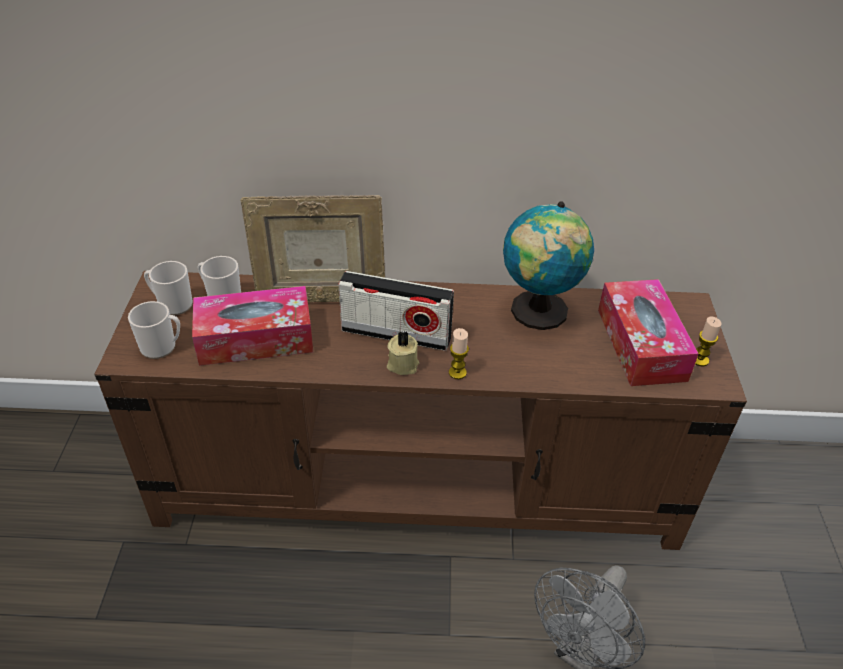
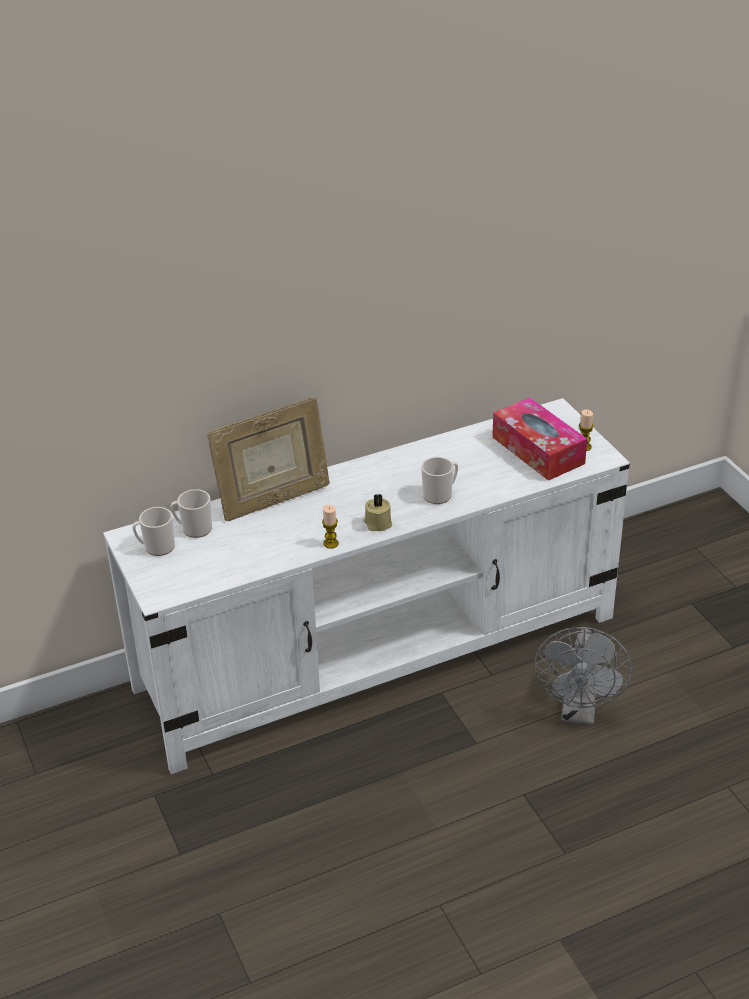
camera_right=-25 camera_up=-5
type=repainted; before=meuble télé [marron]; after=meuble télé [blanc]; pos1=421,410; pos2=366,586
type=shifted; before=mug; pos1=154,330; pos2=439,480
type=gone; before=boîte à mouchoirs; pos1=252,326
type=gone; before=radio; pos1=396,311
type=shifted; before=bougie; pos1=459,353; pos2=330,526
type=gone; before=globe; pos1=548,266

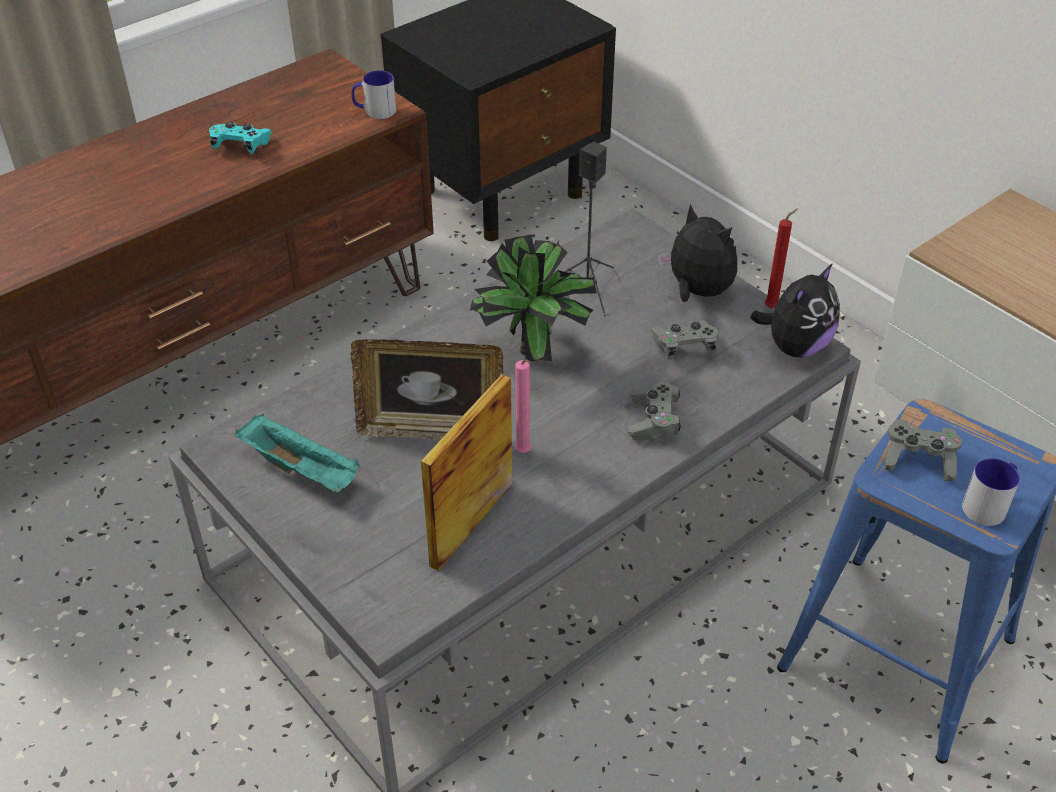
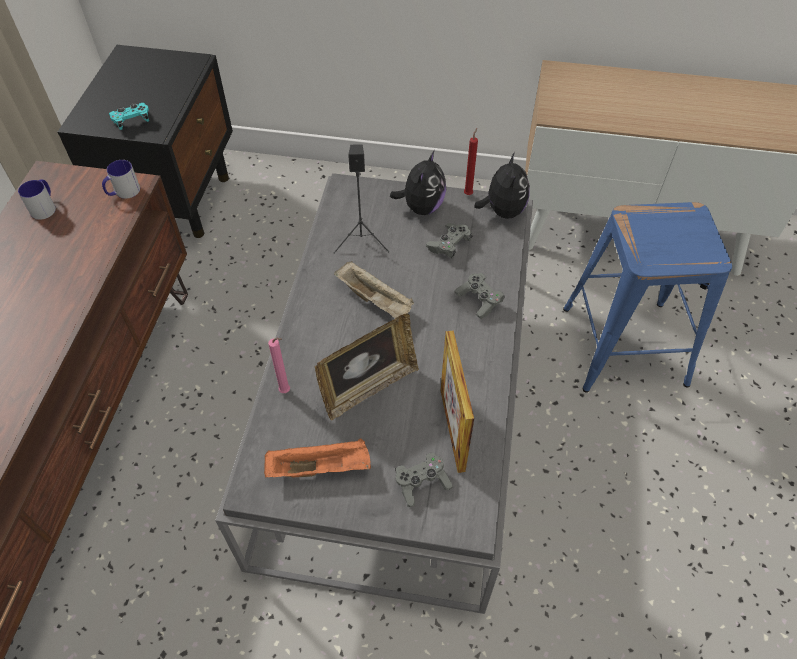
camera_right=-40 camera_up=10
type=shifted; before=manette [turquoise]; pos1=240,137; pos2=129,116
type=repainted; before=plateau [turquoise]; after=plateau [orange]; pos1=297,453; pos2=317,458
type=swapped; before=plante en pot; after=plateau [beige]; pos1=533,298; pos2=374,289
type=shifted; before=bougie [rose]; pos1=523,406; pos2=279,365
type=rotated; before=peluche; pos1=697,253; pos2=418,182; turn=105
type=shifted; before=manette [gris]; pos1=923,450; pos2=424,479
type=shifted; before=mug; pos1=991,492; pos2=37,199

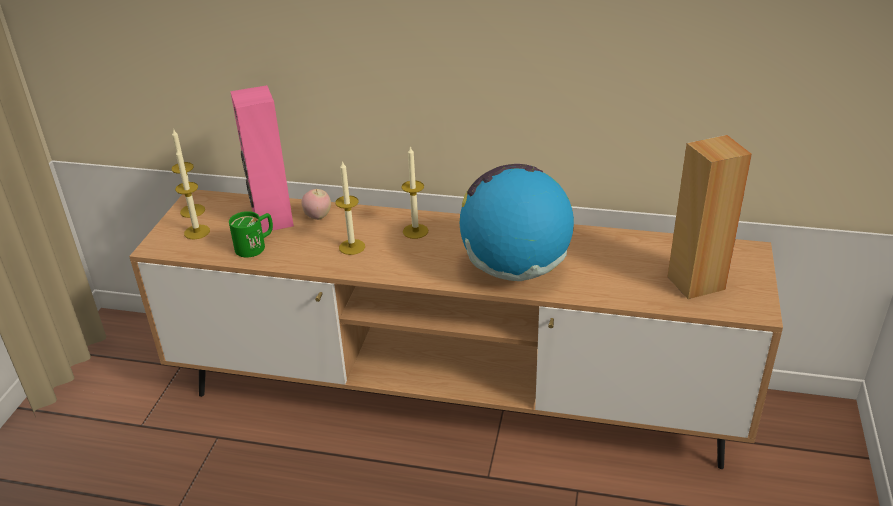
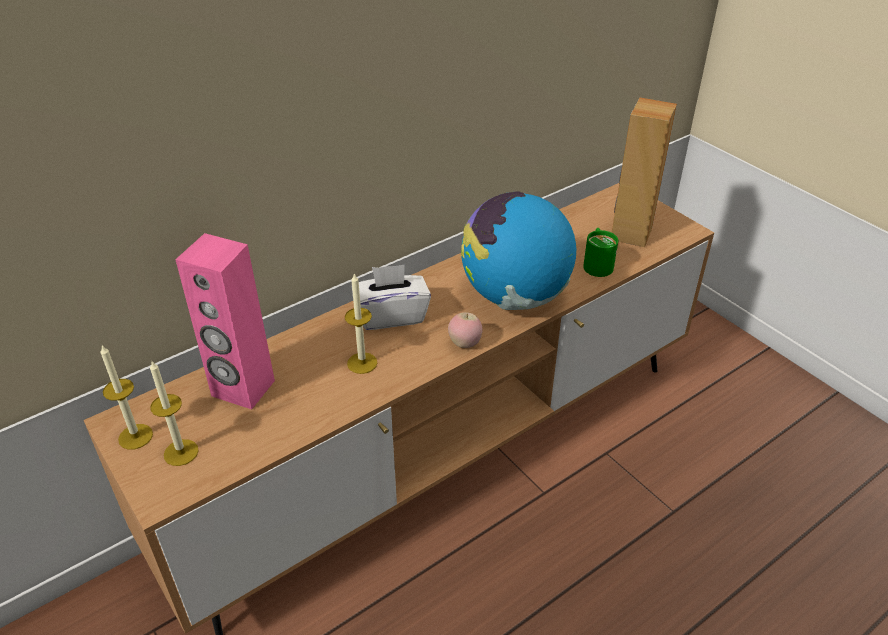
camera_right=-50 camera_up=5
type=shifted; before=mug [vert]; pos1=251,234; pos2=600,252
type=shifted; before=pomme; pos1=316,204; pos2=465,330
type=swapped; before=bougie; after=boîte à mouchoirs [blanc]; pos1=415,192; pos2=395,297

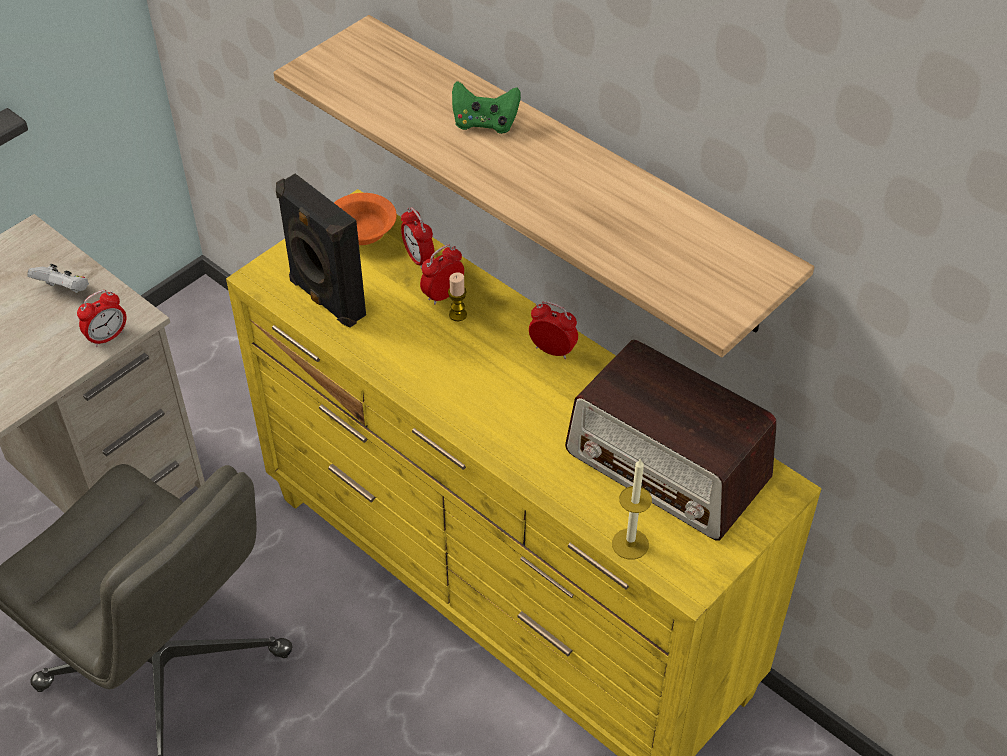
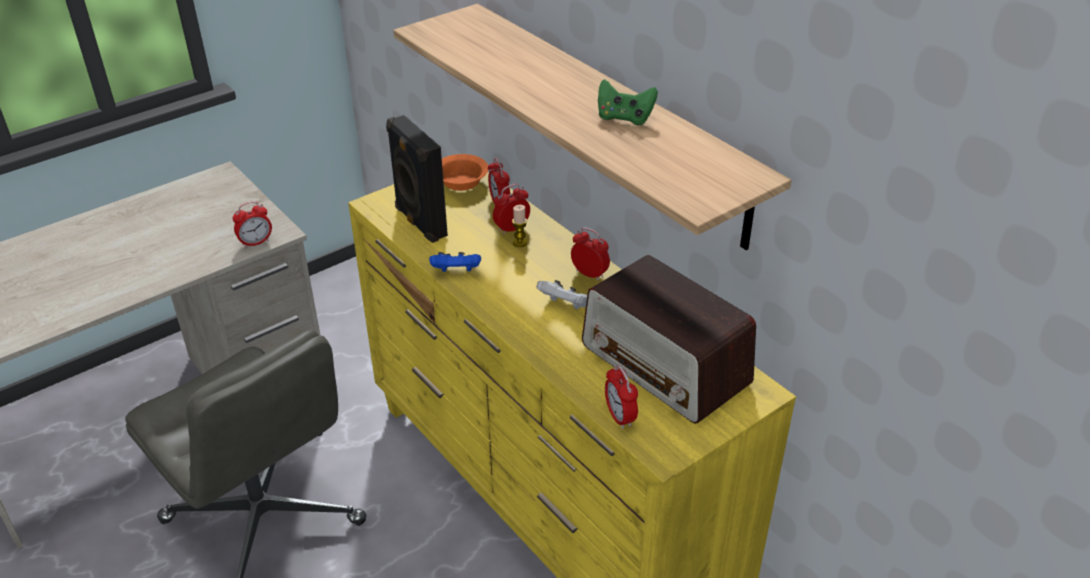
camera_right=10 camera_up=-10
type=shifted; before=manette [blanc]; pos1=58,278; pos2=561,295
type=shifted; before=manette [vert]; pos1=486,107; pos2=628,102
type=swapped; before=bougie; after=réveil; pos1=632,509; pos2=621,397
type=new; after=manette [bleu]; pos2=455,262

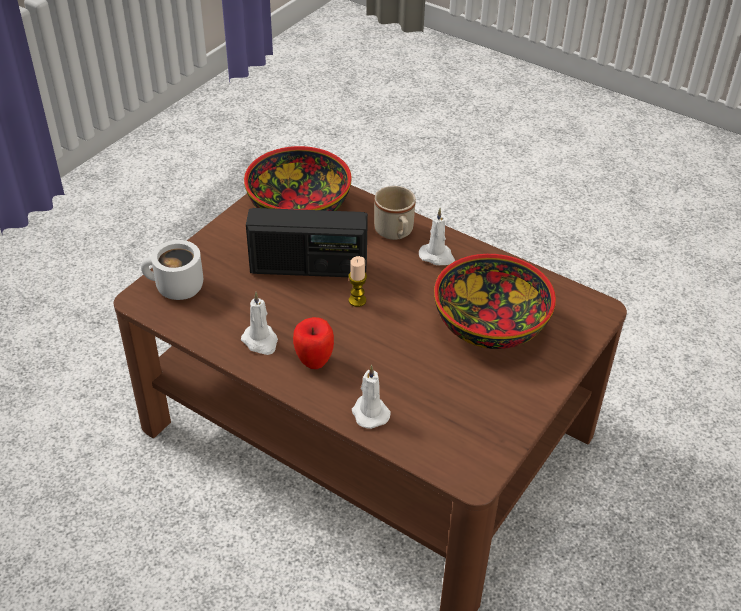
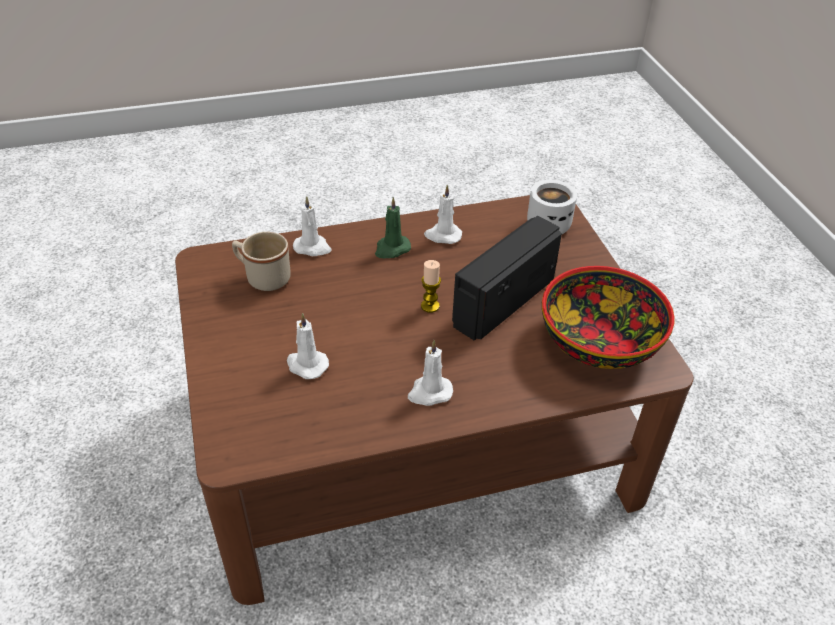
camera_right=130 camera_up=0
type=swapped; before=pomme; after=bougie [vert]; pos1=313,343; pos2=393,227
type=shifted; before=mug [beige]; pos1=395,213; pos2=261,261
type=swapped; before=bol; after=bougie [blanc]; pos1=495,301; pos2=308,346

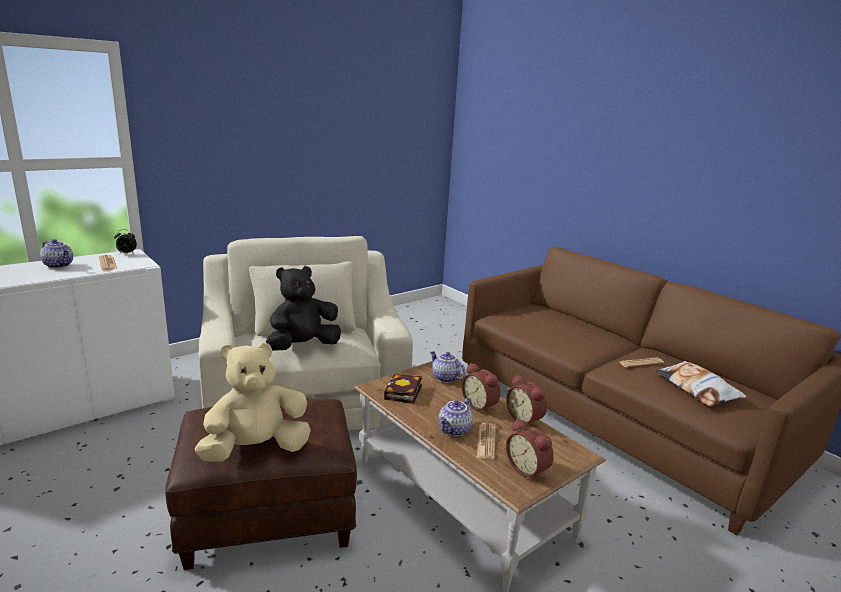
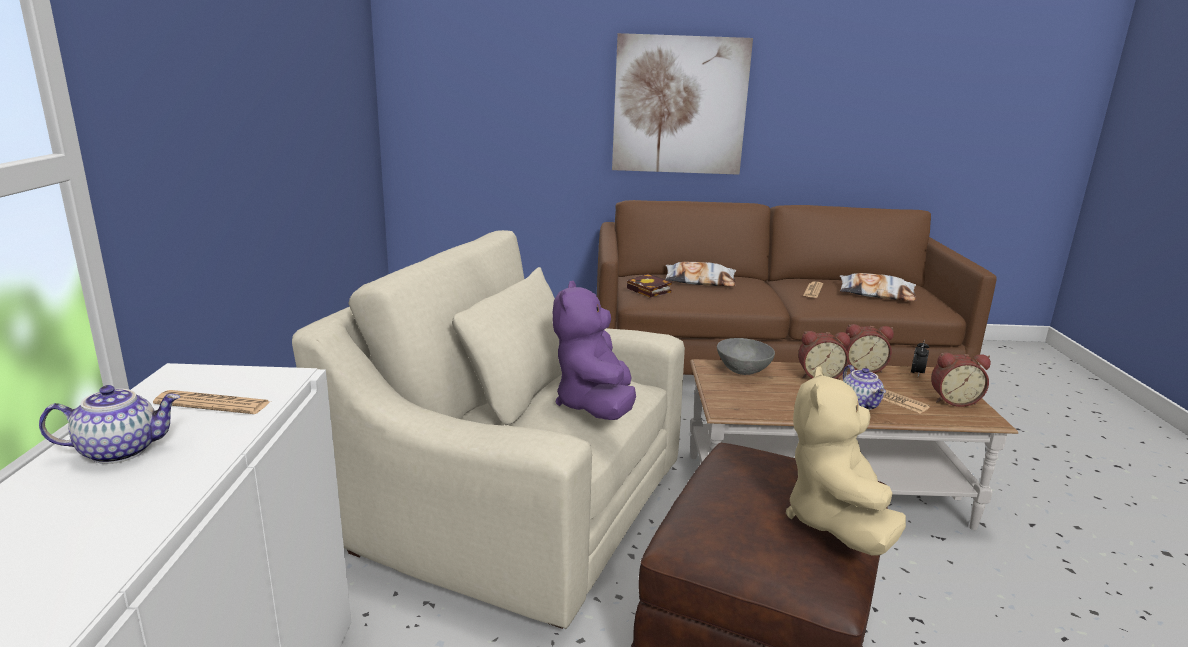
camera_right=-50 camera_up=0
type=shifted; before=réveil; pos1=125,242; pos2=920,358
type=repainted; before=peluche [noir]; after=peluche [violet]; pos1=303,308; pos2=594,350
type=shifted; before=livre; pos1=403,389; pos2=649,285
type=swapped; before=théière; after=bol [gris]; pos1=448,367; pos2=746,356
type=new; after=tableau; pos2=682,104
type=new; after=coussin; pos2=700,274

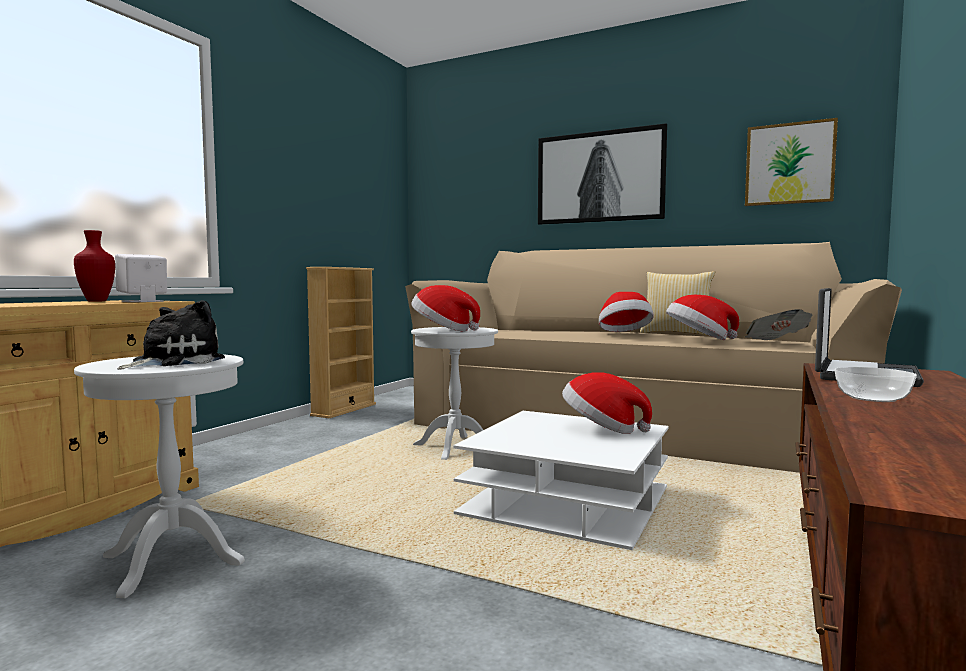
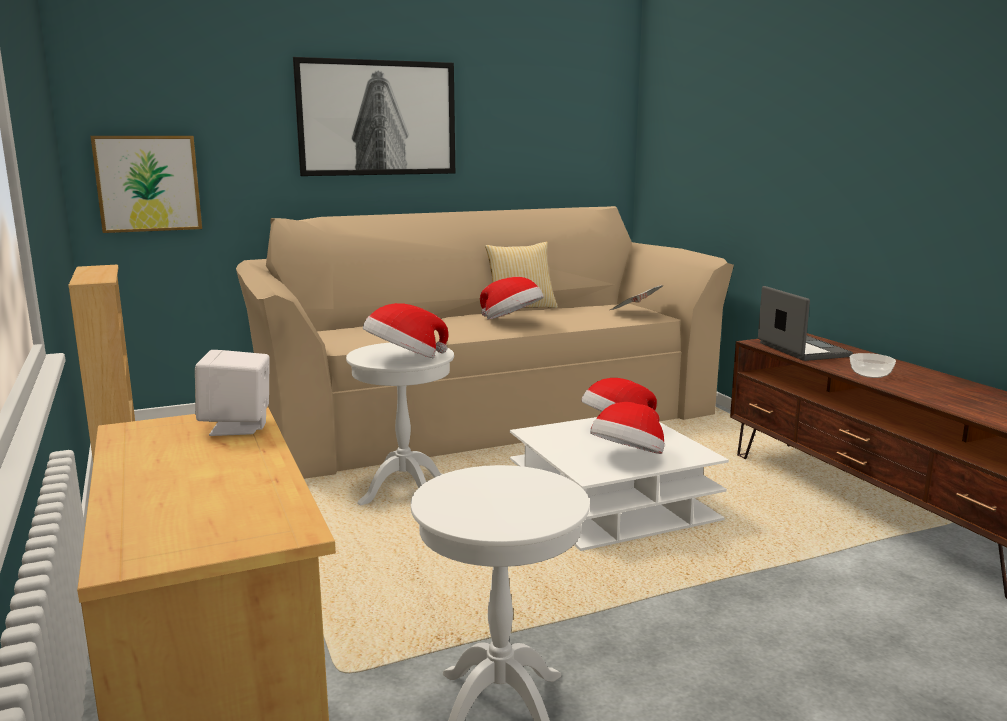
camera_right=-50 camera_up=10
type=gone; before=vase [rouge]; pos1=94,266
type=gone; before=peluche; pos1=171,335
type=shifted; before=chapeau; pos1=702,317; pos2=627,428
type=shifted; before=tableau; pos1=791,162; pos2=146,184

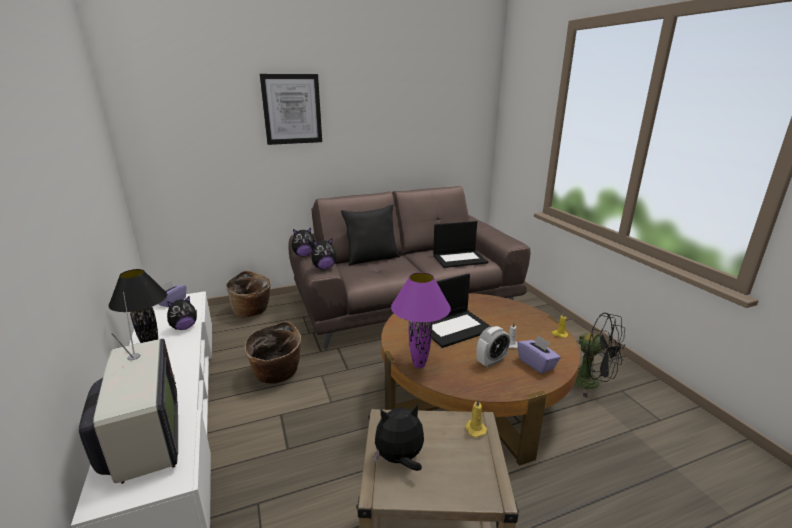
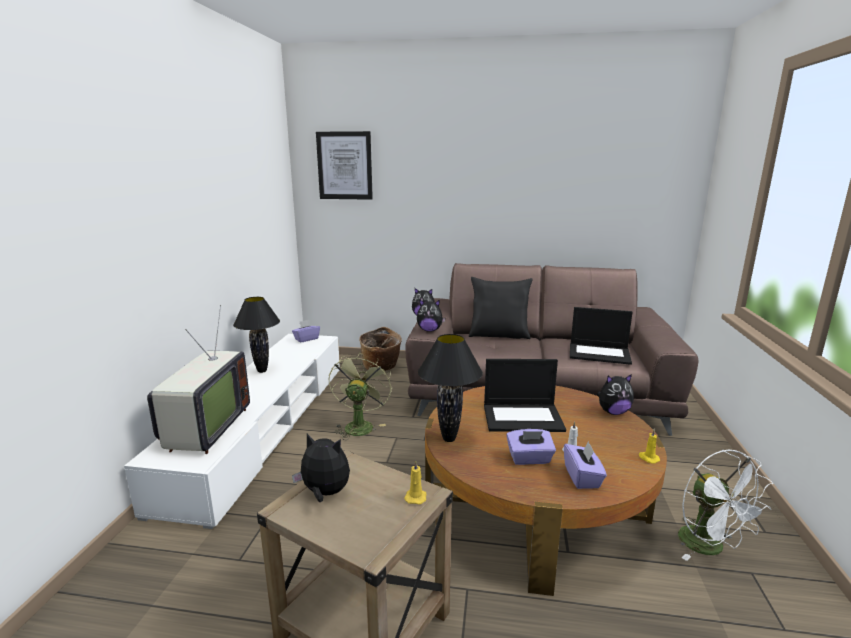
camera_right=30 camera_up=-5
type=shifted; before=peluche; pos1=182,313; pos2=615,394
type=swapped; before=panier; after=ventilateur [vert]; pos1=273,352; pos2=360,396
type=shifted; before=tableau; pos1=291,109; pos2=344,165
type=repainted; before=lampe de table [violet]; after=lampe de table [noir]; pos1=421,320; pos2=450,388
type=swapped; before=réveil; after=boîte à mouchoirs [violet]; pos1=493,346; pos2=531,447
type=repainted; before=ventilateur [noir]; after=ventilateur [blanc]; pos1=599,355; pos2=725,505

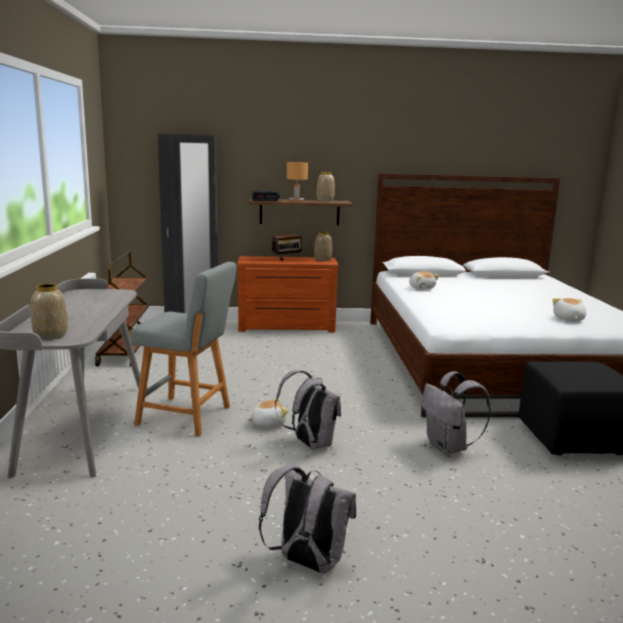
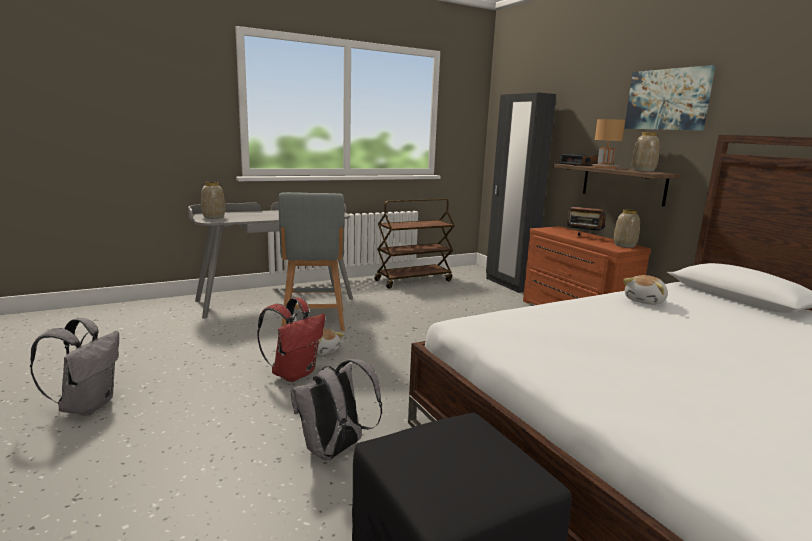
camera_right=65 camera_up=0
type=repainted; before=sac à dos [gris]; after=sac à dos [rouge]; pos1=308,410; pos2=291,339
type=gone; before=peluche; pos1=569,309
type=new; after=tableau; pos2=670,98

